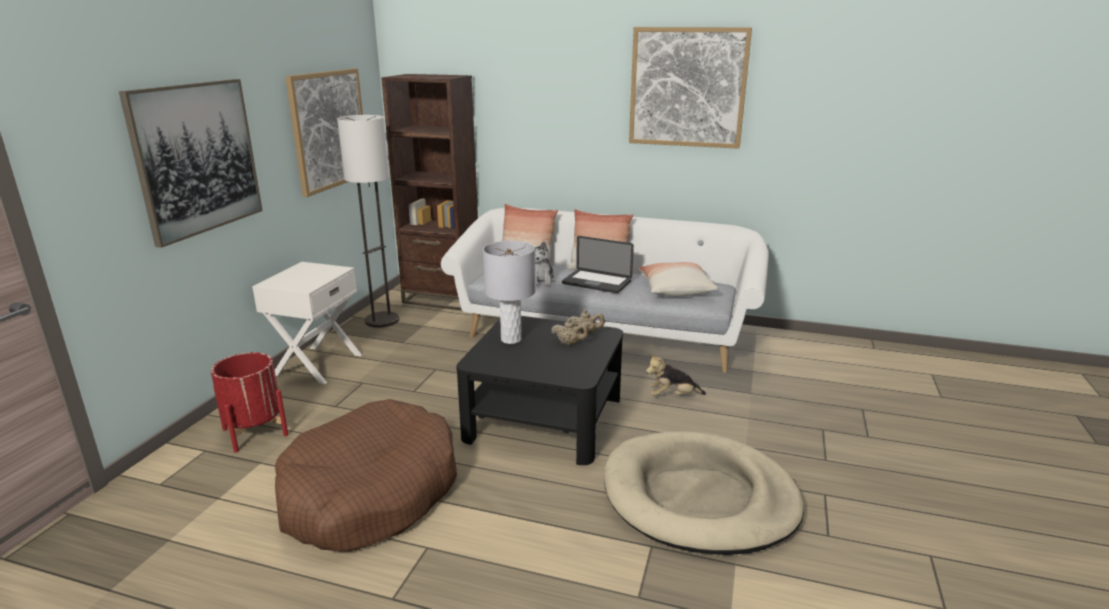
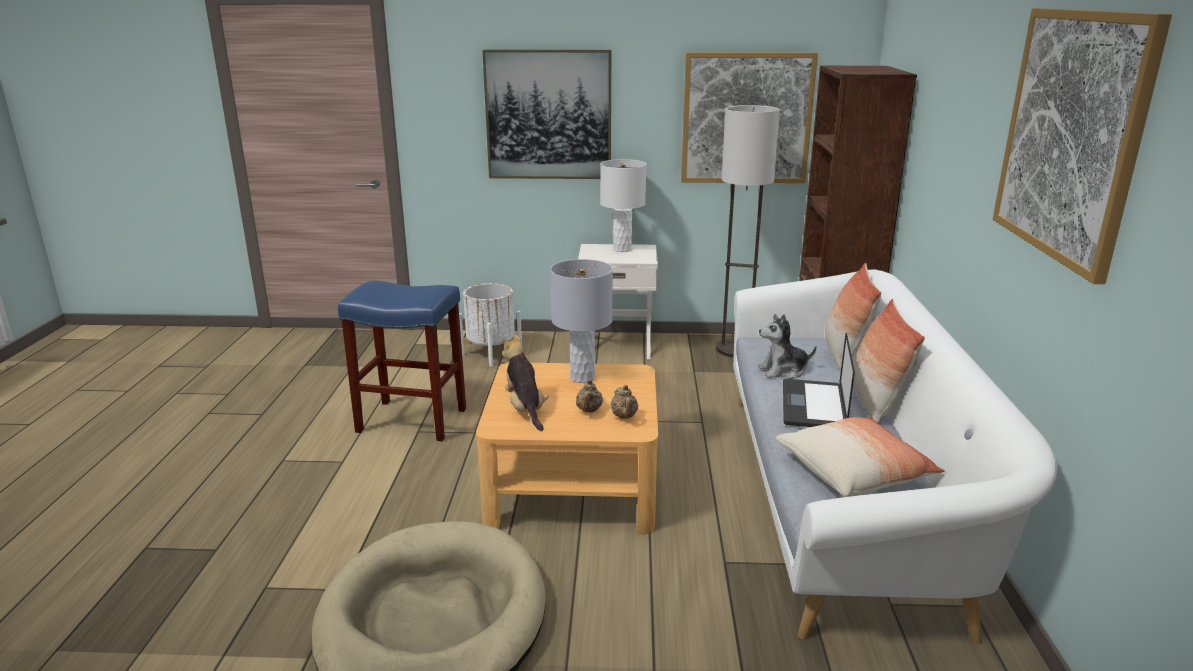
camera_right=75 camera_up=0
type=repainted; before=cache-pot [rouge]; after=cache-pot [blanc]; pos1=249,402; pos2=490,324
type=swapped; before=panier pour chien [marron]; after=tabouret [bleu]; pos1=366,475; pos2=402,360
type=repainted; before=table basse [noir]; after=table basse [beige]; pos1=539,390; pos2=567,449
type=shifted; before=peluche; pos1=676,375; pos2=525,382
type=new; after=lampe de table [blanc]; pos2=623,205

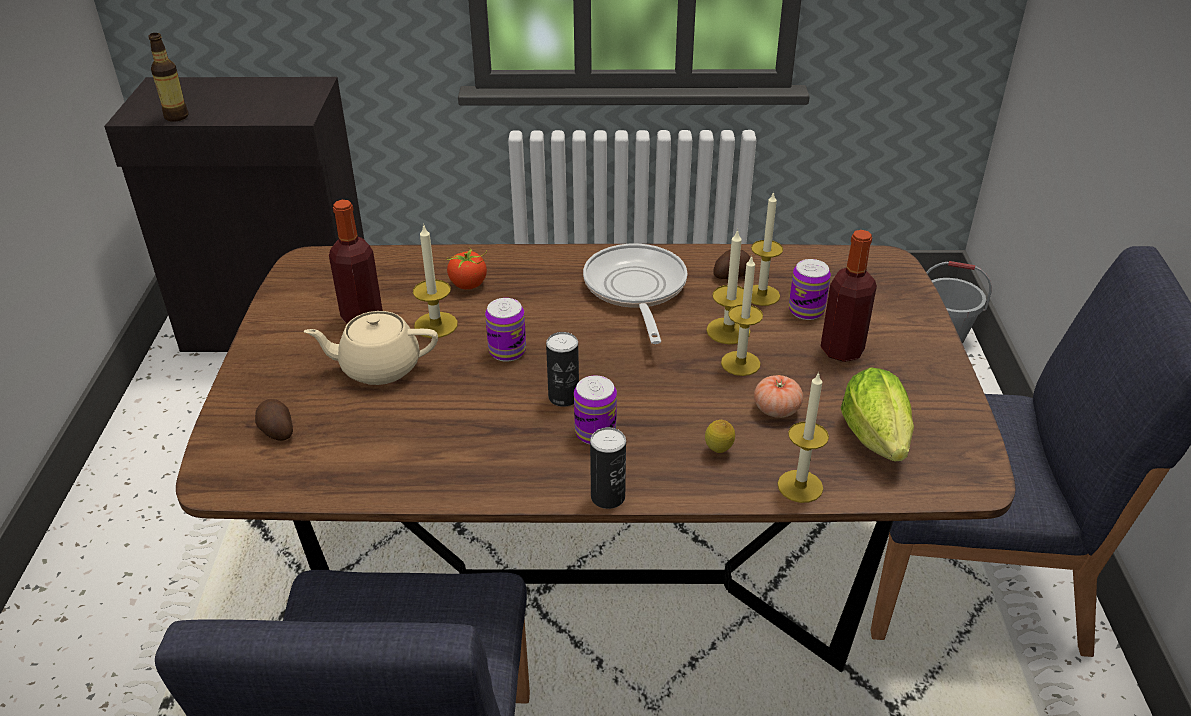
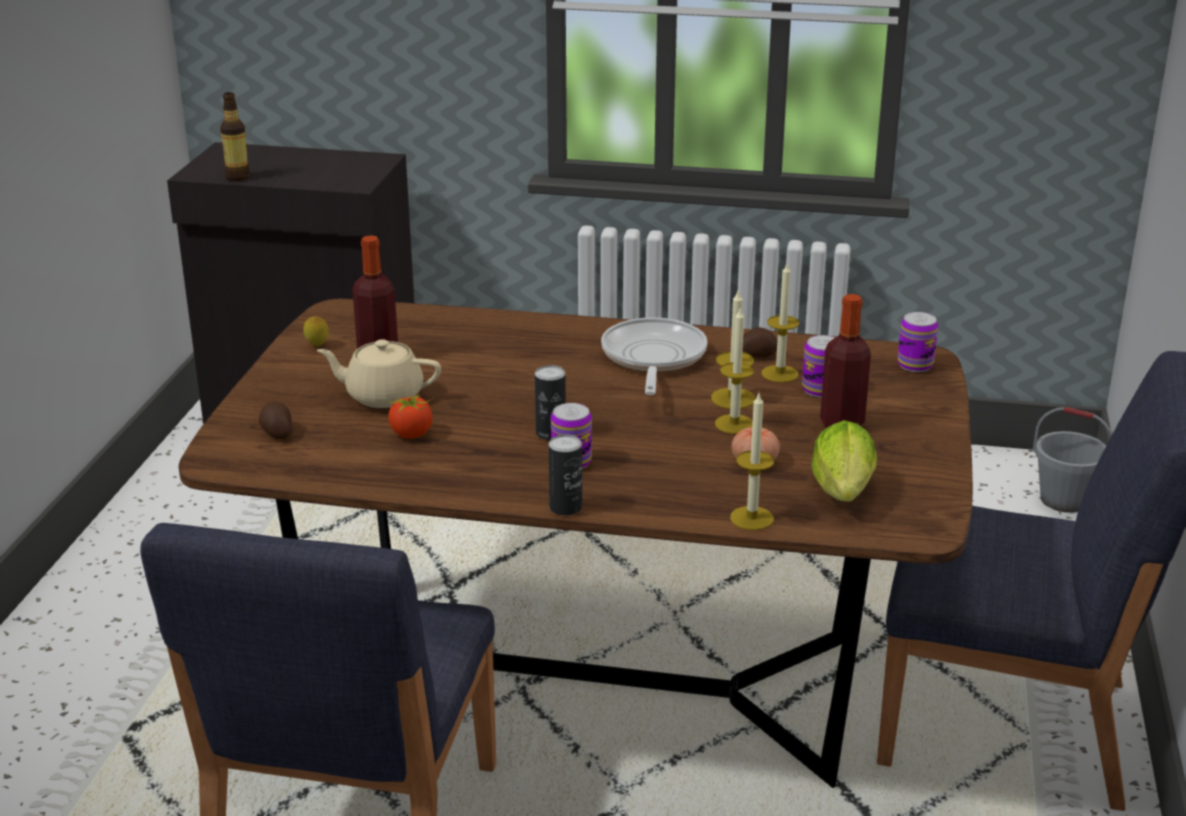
camera_right=10 camera_up=-10
type=gone; before=bougie; pos1=435,281
type=shifted; before=tomate; pos1=466,268; pos2=411,416
type=shifted; before=boîte métallique; pos1=505,330; pos2=918,342
type=shifted; before=citron; pos1=720,436; pos2=315,331

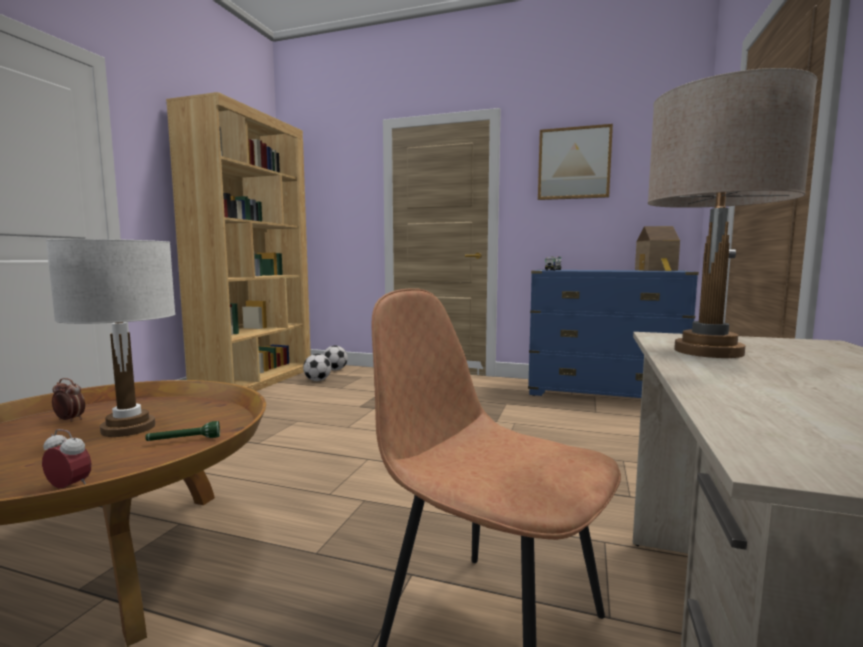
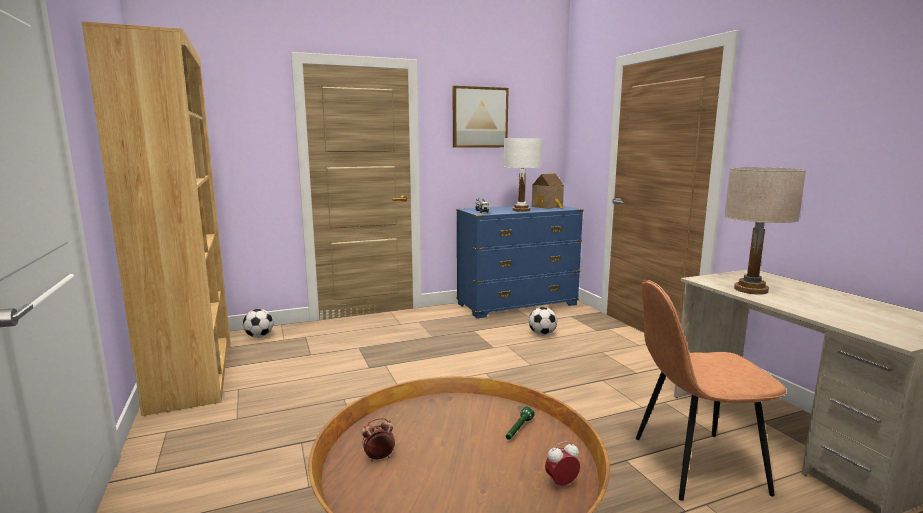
camera_right=-40 camera_up=5
type=shifted; before=lampe de table [blanc]; pos1=110,338; pos2=523,175
type=shifted; before=ballon de foot; pos1=317,367; pos2=543,321

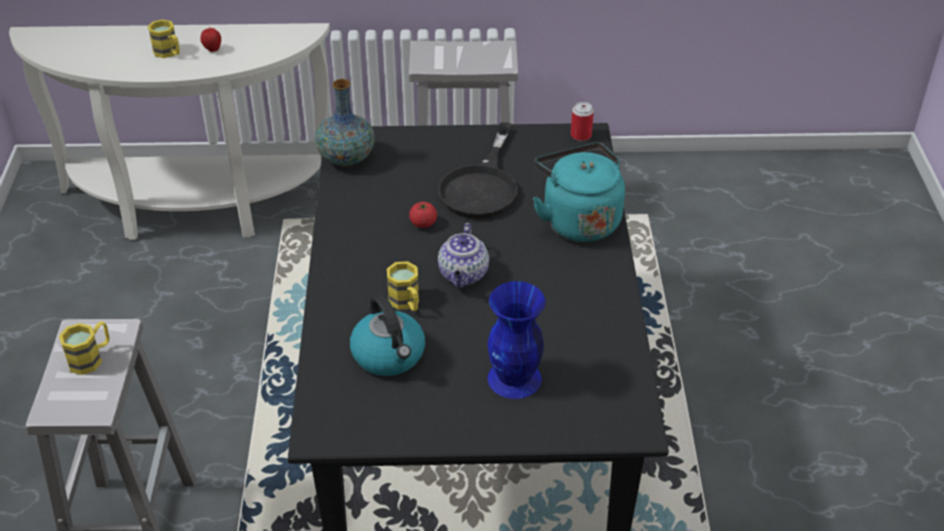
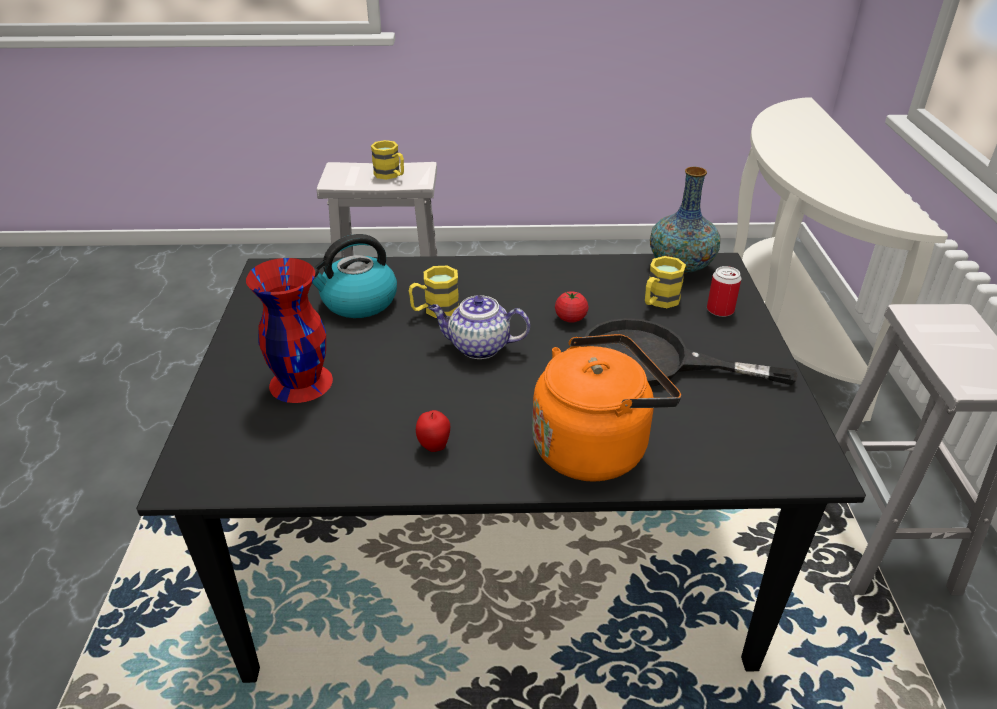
camera_right=90 camera_up=-5
type=shifted; before=mug [jaune]; pos1=164,38; pos2=665,282
type=shifted; before=pomme; pos1=210,39; pos2=433,431
type=repainted; before=vase [bleu]; after=vase [rouge]; pos1=517,340; pos2=289,330
type=repainted; before=bouilloire [turquoise]; after=bouilloire [orange]; pos1=579,192; pos2=606,407
type=shifted; before=boîte métallique; pos1=582,121; pos2=724,291

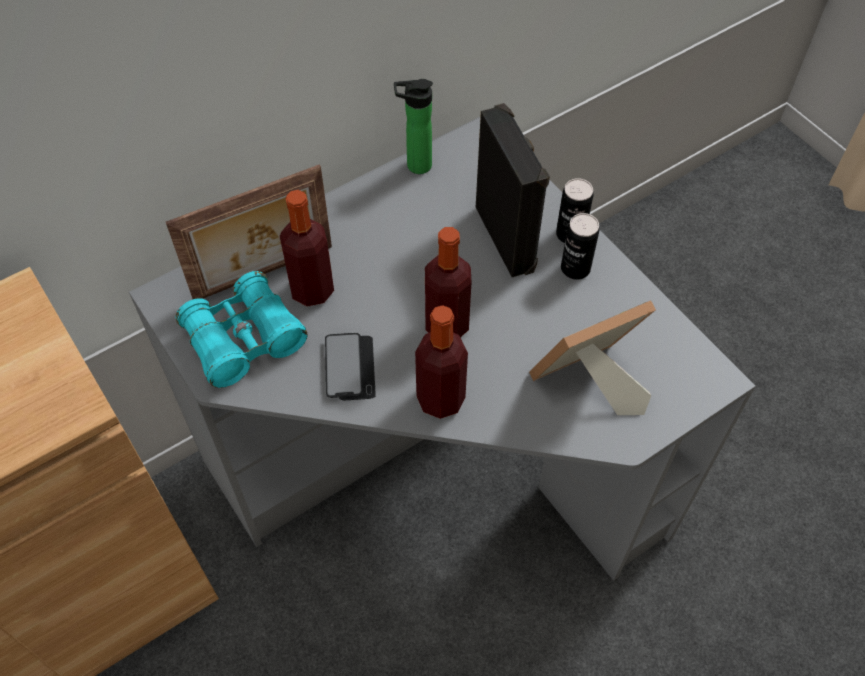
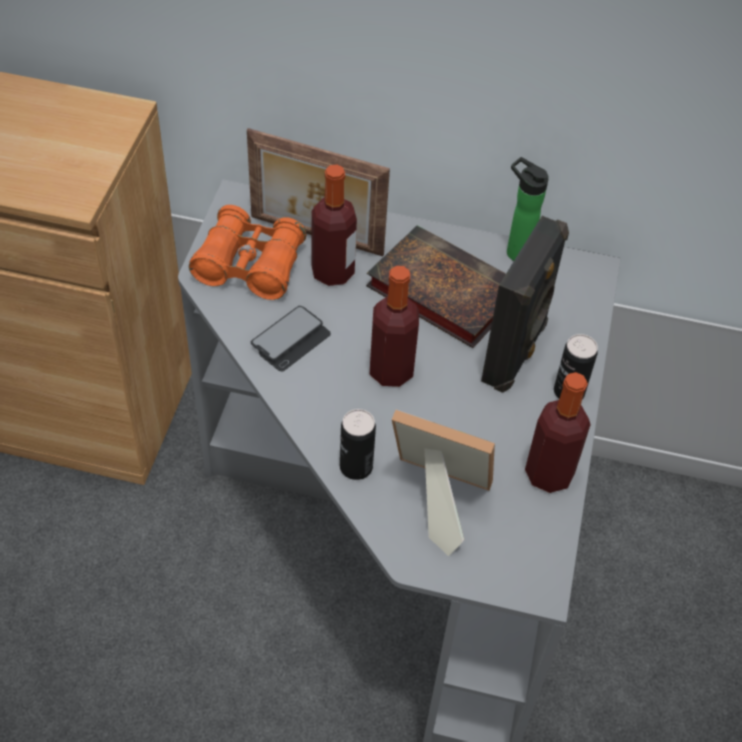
camera_right=45 camera_up=-5
type=repainted; before=jumelles [turquoise]; after=jumelles [orange]; pos1=242,329; pos2=248,252
type=shifted; before=bouteille; pos1=441,362; pos2=558,432
type=shifted; before=boîte métallique; pos1=580,246; pos2=358,444
type=new; after=livre; pos2=436,286

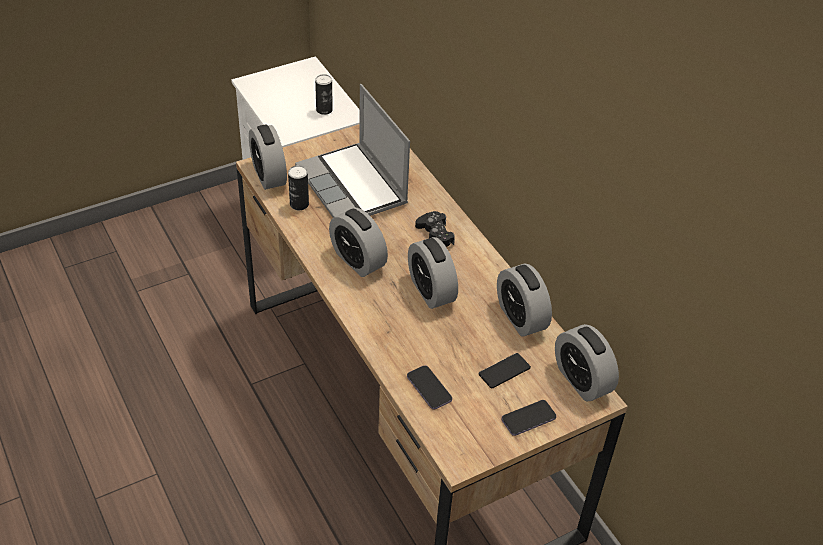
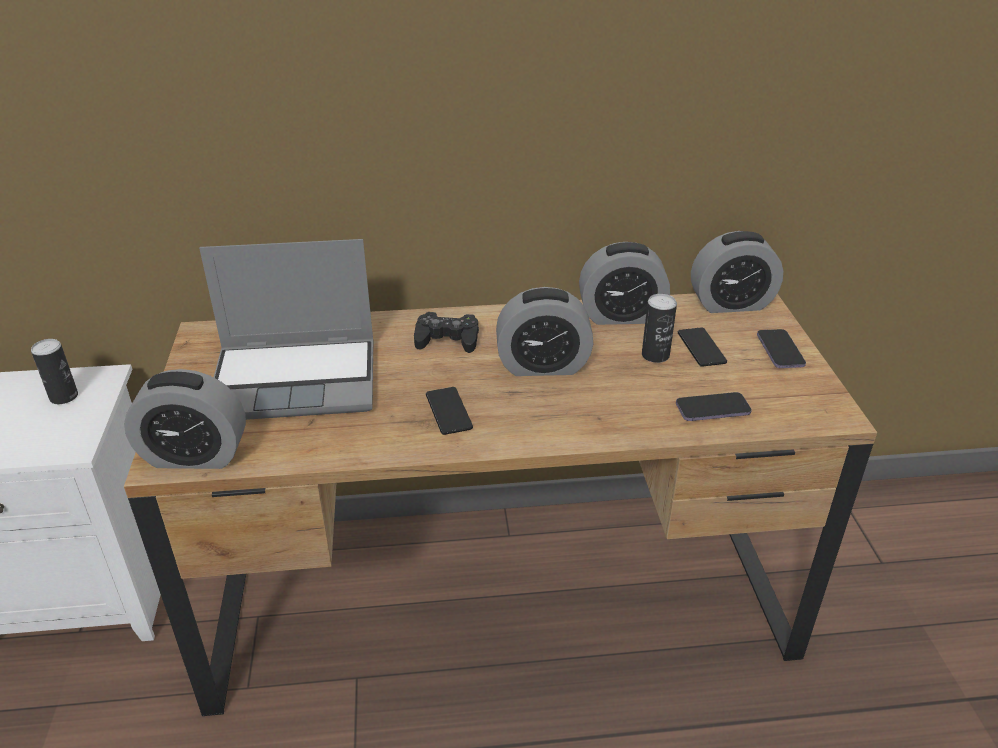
camera_right=-65 camera_up=-10
type=shifted; before=boîte métallique; pos1=298,187; pos2=659,328
type=swapped; before=réveil; after=téléphone; pos1=358,242; pos2=449,411

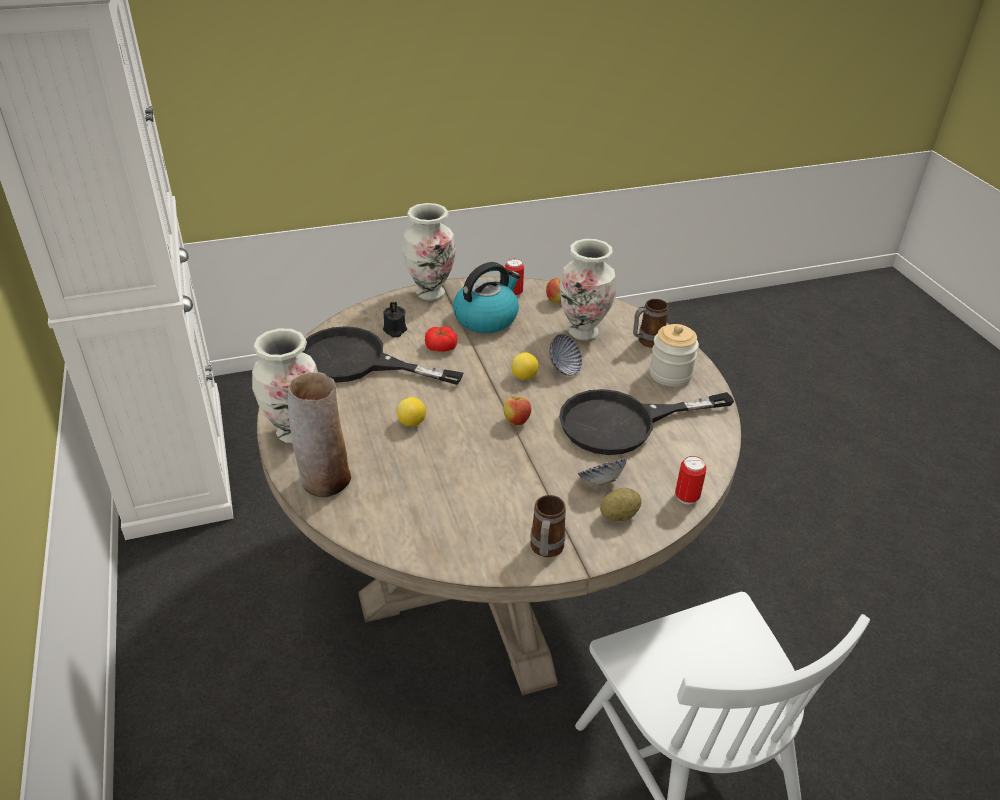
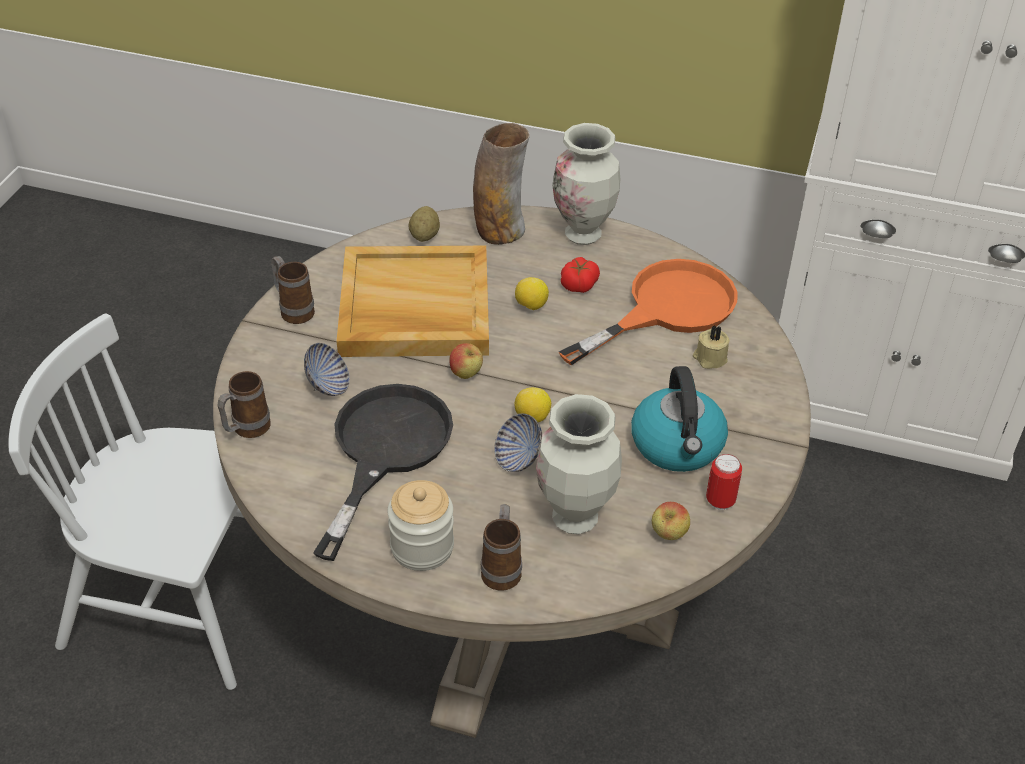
camera_right=125 camera_up=5
type=repainted; before=poêle [noir]; after=poêle [orange]; pos1=383,355; pos2=648,312
type=repainted; before=bougie [noir]; after=bougie [beige]; pos1=395,319; pos2=711,347
type=gone; before=vase; pos1=429,252
type=shifted; before=tomate; pos1=441,339; pos2=580,275
type=shifted; before=pomme de terre; pos1=621,504; pos2=424,224
type=swapped; before=boîte métallique; after=mug; pos1=691,480; pos2=244,404
type=new; after=plateau [beige]; pos2=413,301

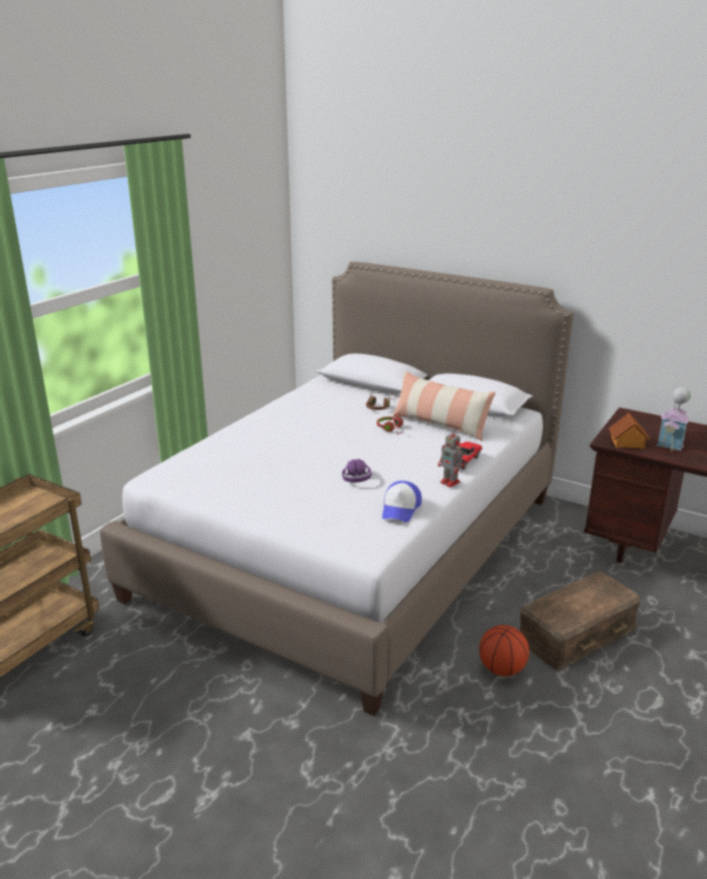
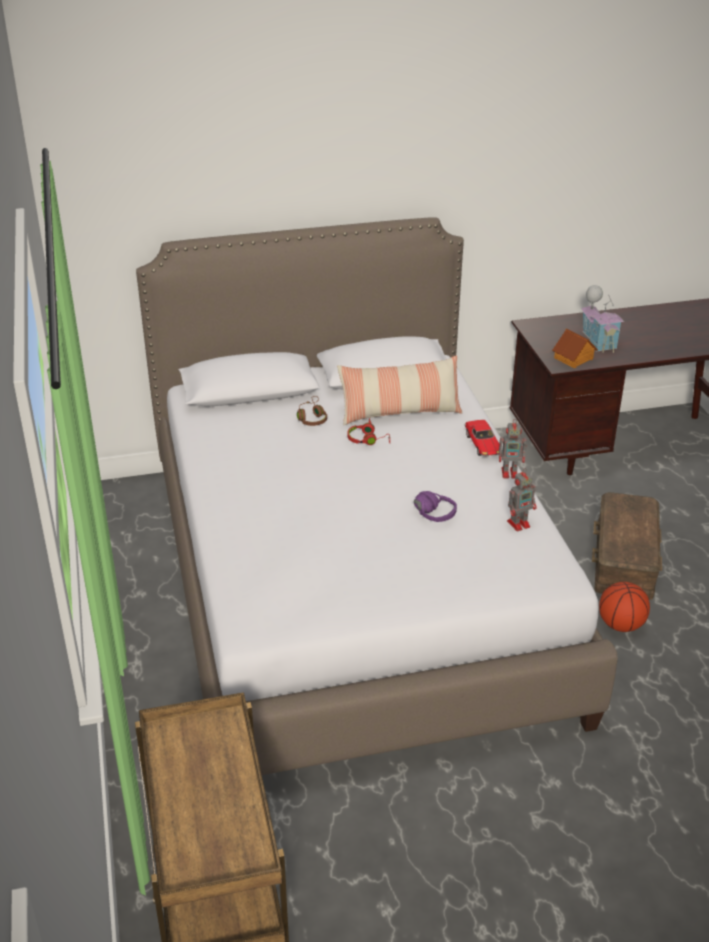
camera_right=-45 camera_up=10
type=swapped; before=casquette; after=robot jouet; pos1=402,501; pos2=522,499

